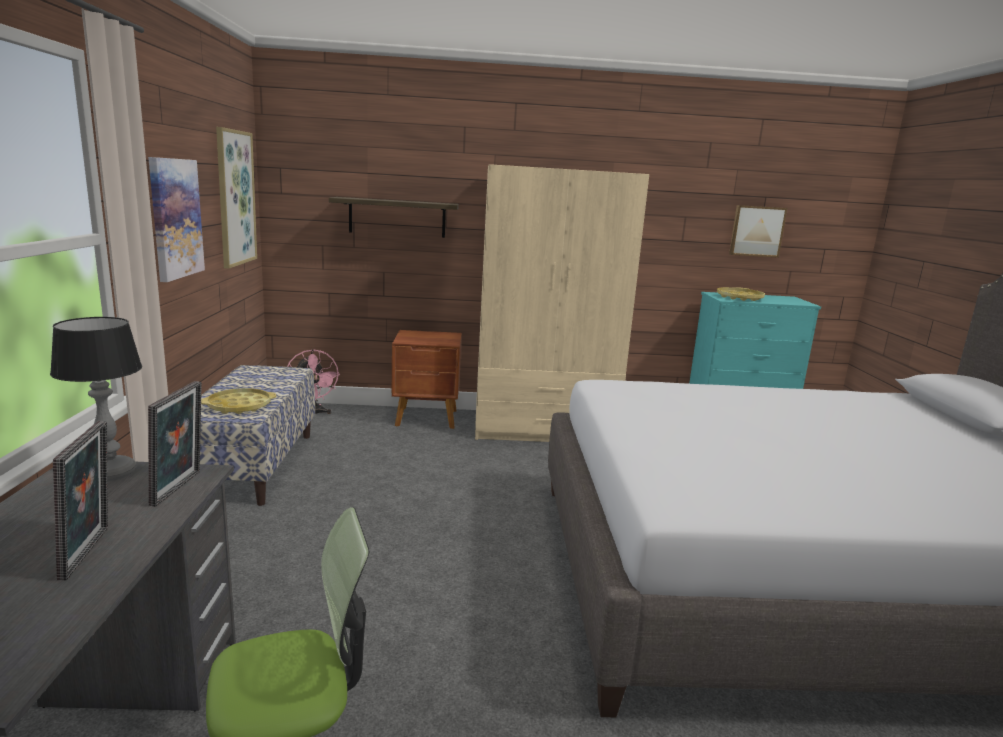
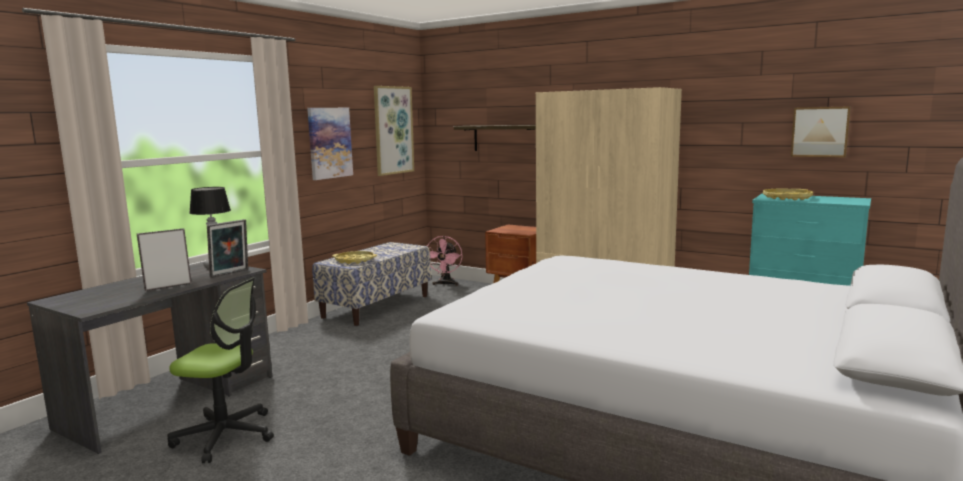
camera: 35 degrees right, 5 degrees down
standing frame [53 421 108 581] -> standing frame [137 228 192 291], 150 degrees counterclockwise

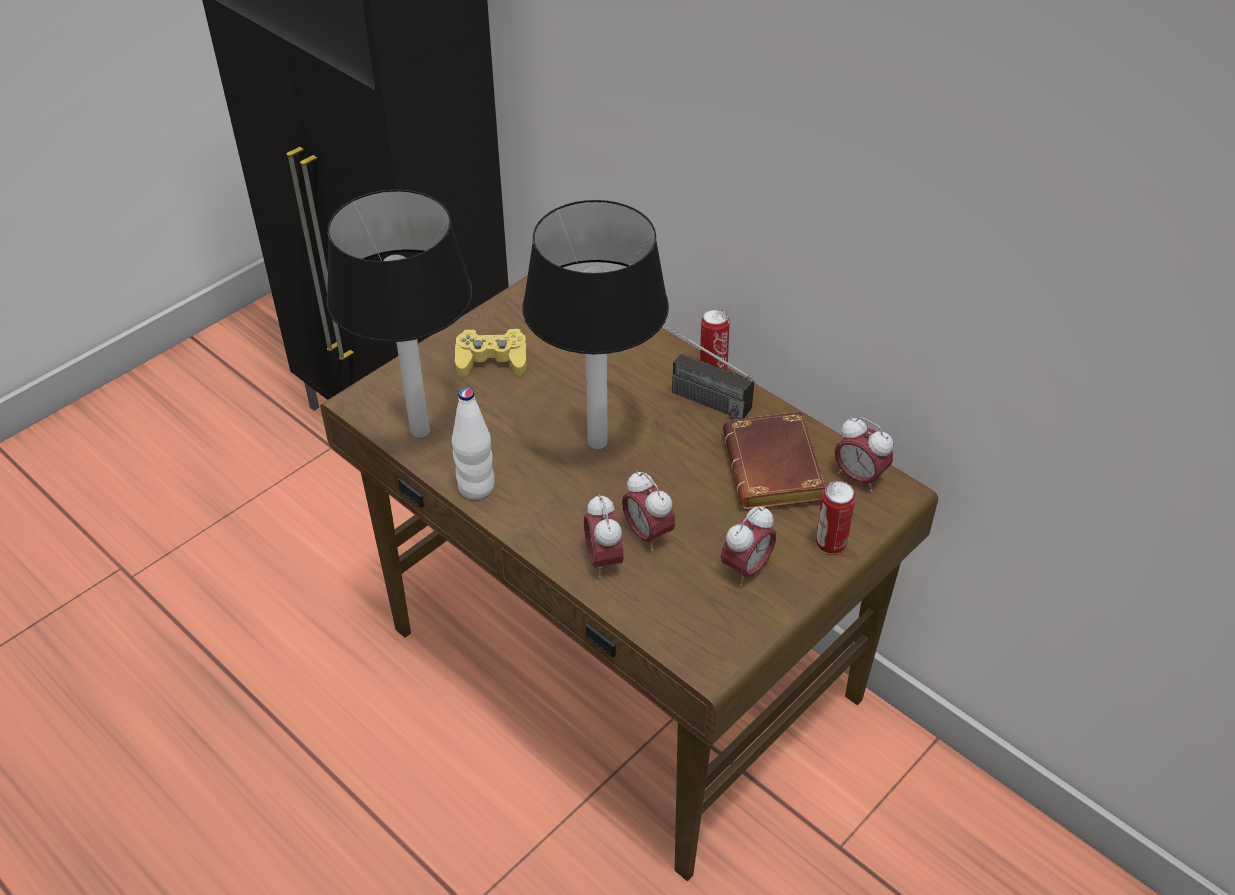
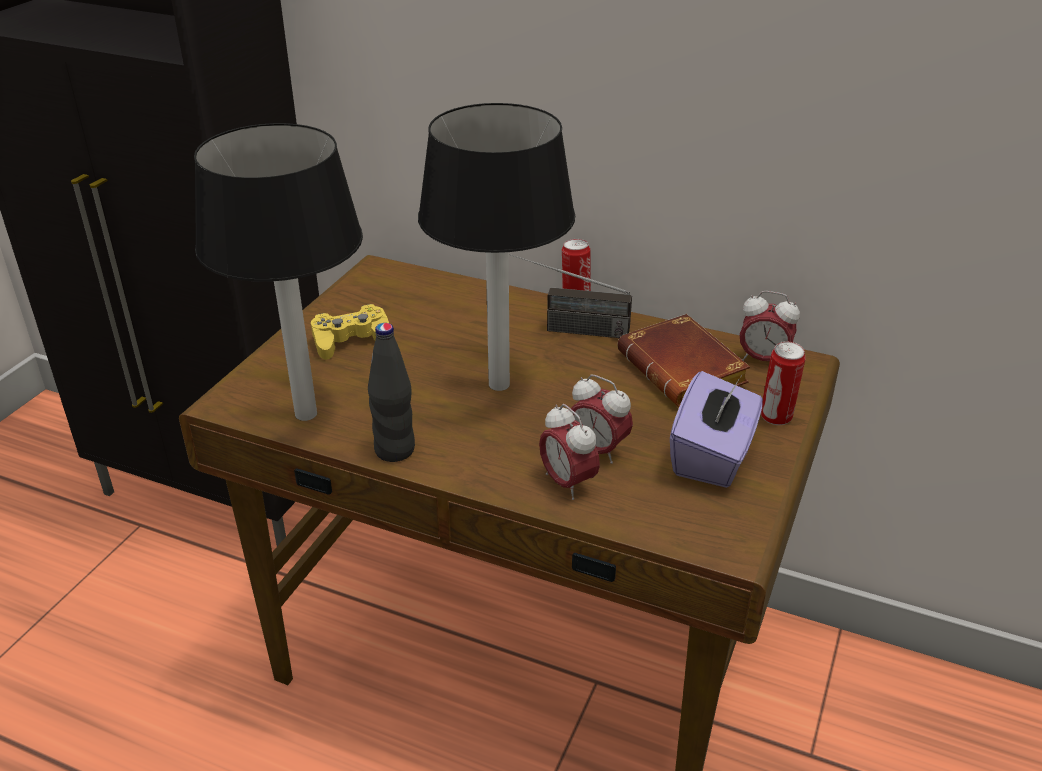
camera: 20 degrees left, 10 degrees down
whitish bottle [452 388 494 499] -> blackish bottle [368 323 415 462]
table clock [721 506 776 586] -> purple-coloured box of tissues [670 371 763 488]

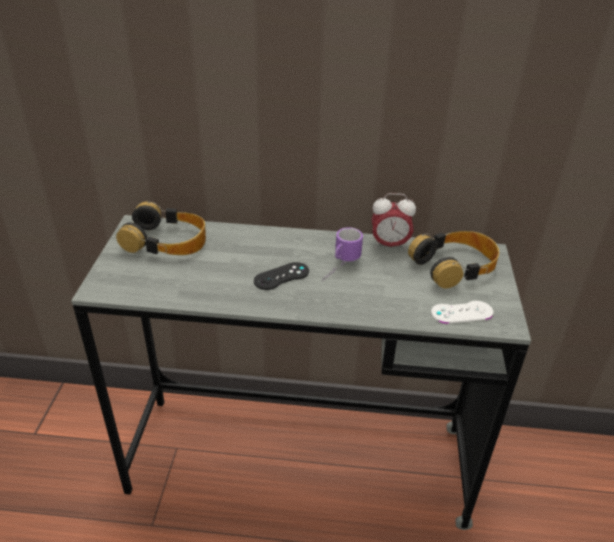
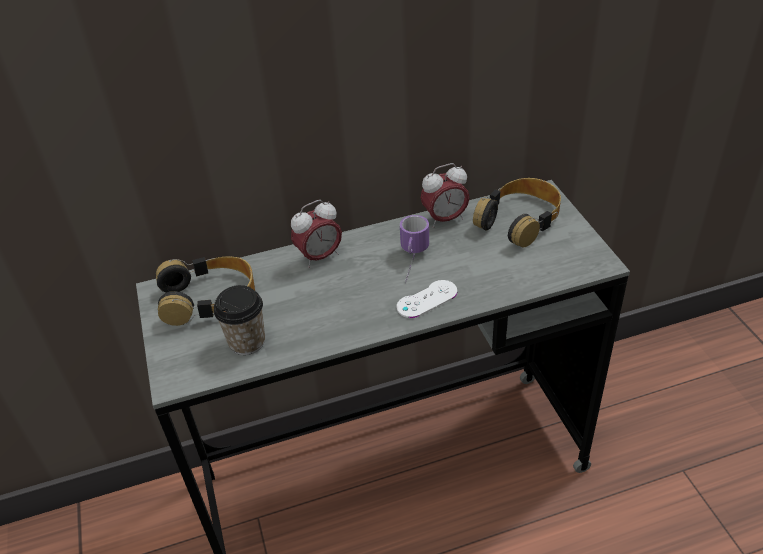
camera: 20 degrees left, 5 degrees up
blackish gamepad [254 262 309 290] -> none
whitish gamepad [431 301 493 324] -> whitish gamepad [397 280 457 318], move
none -> small cup [214 285 265 355]
none -> table clock [291 200 342 268]

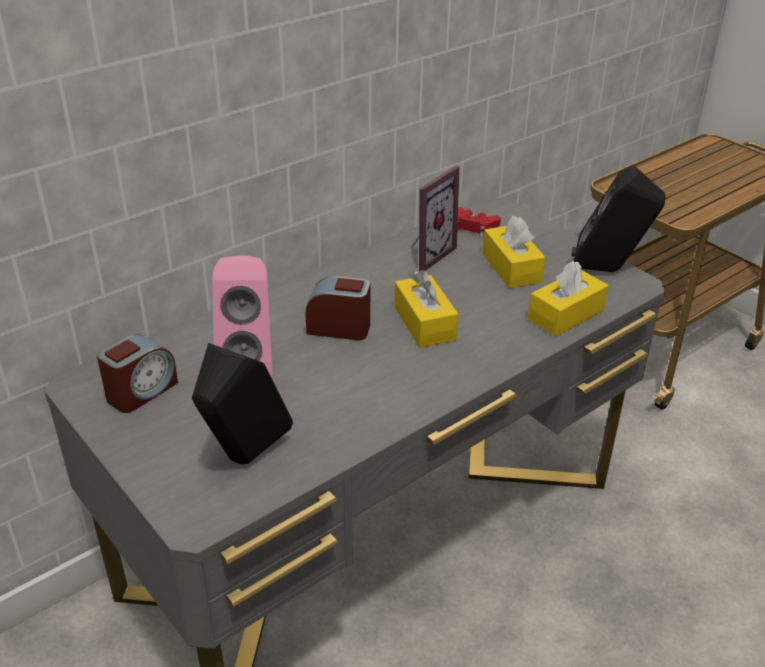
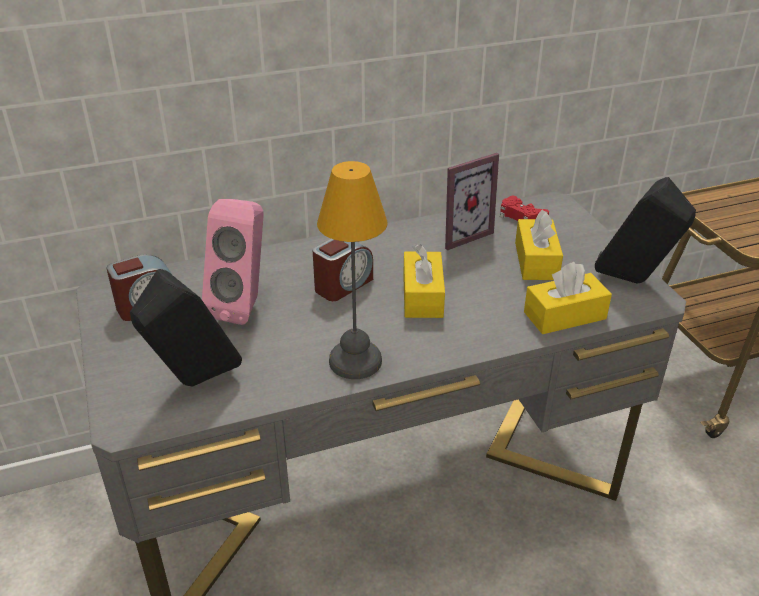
camera: 20 degrees right, 0 degrees up
table clock [305 276 370 340] -> table clock [313 239 373 301], 105 degrees clockwise
none -> lamp for a table [317 161 388 379]

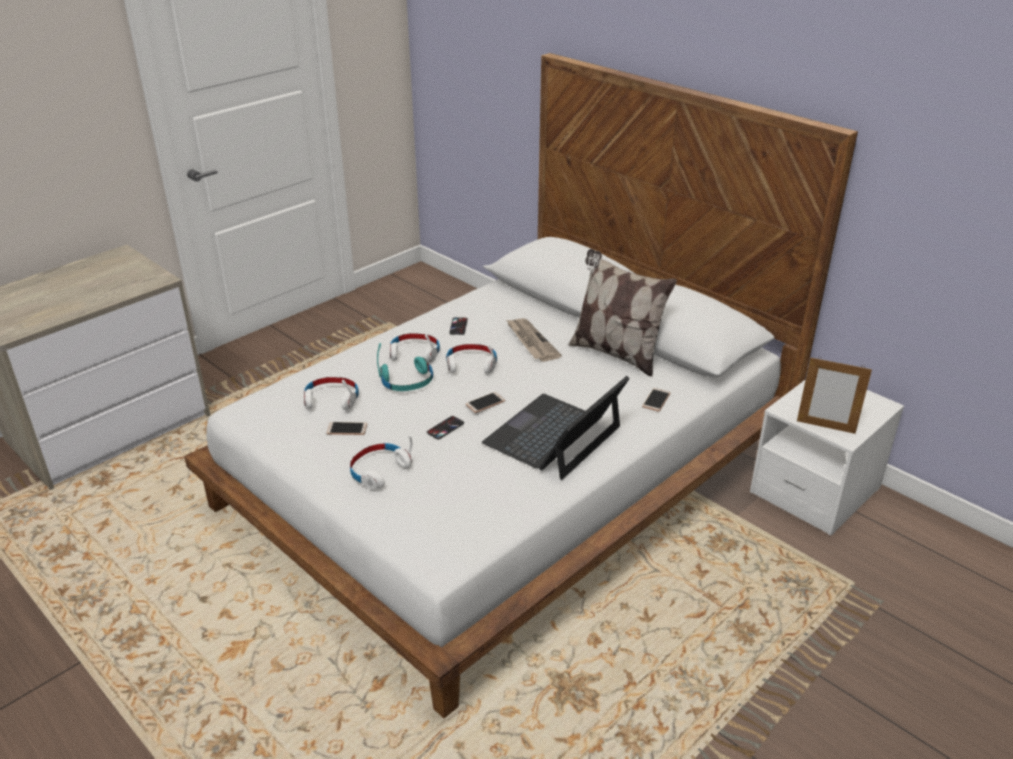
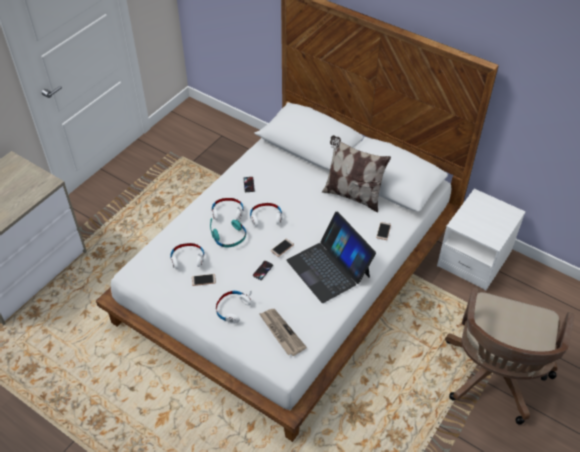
camera: 10 degrees left, 15 degrees up
notebook computer [482 376 630 480] -> notebook computer [287 212 376 303], 60 degrees counterclockwise
printed paper [506 318 562 362] -> printed paper [260 309 307 356], move
standing frame [797 357 872 434] -> none
none -> brown desk chair [445 287 574 424]

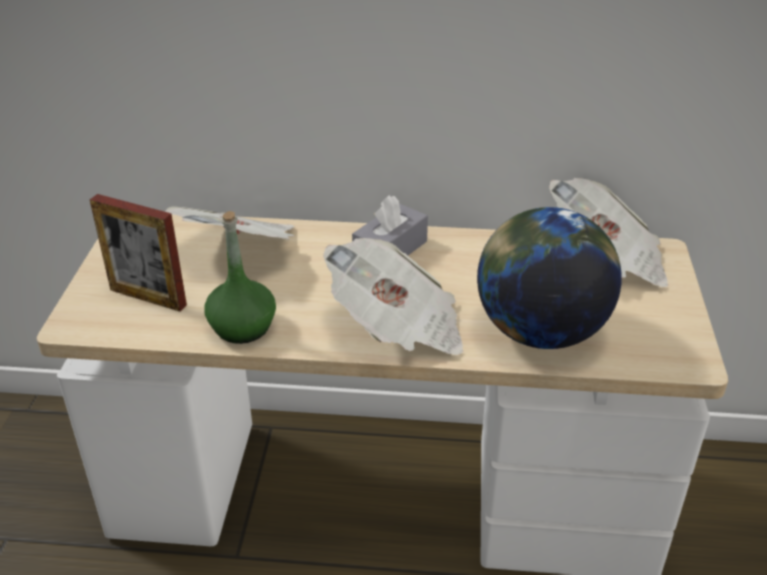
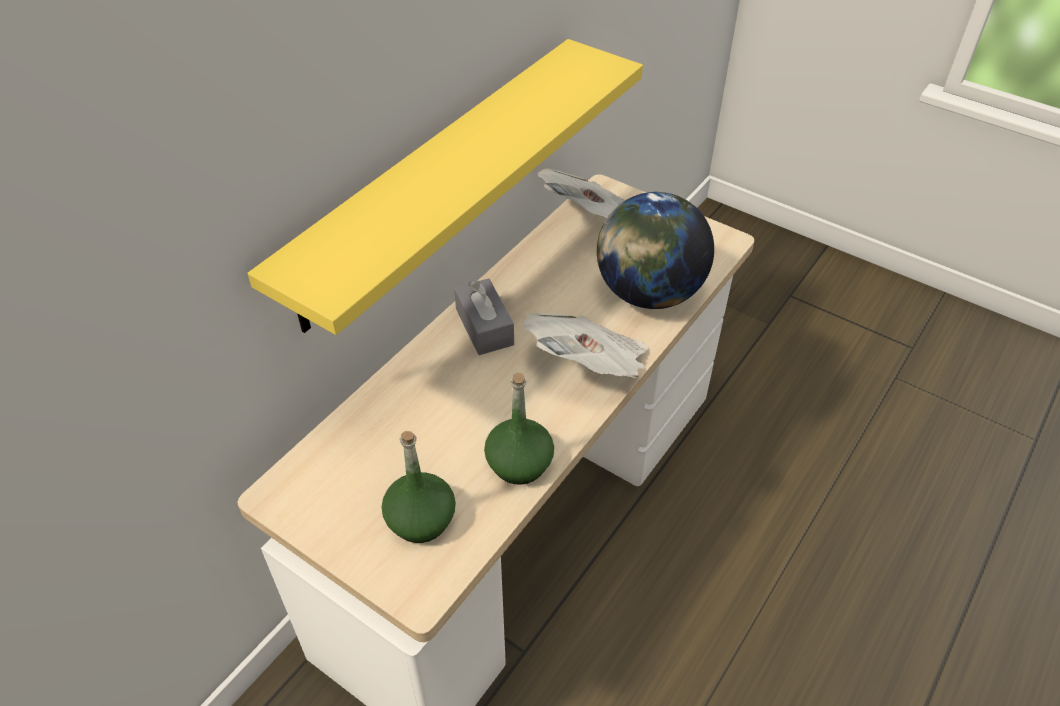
camera: 60 degrees left, 10 degrees up
standing frame [90 194 187 312] -> green-coloured bottle [382 431 456 543]
printed paper [165 207 294 240] -> none
none -> yellow-coloured shelf [247 39 643 335]

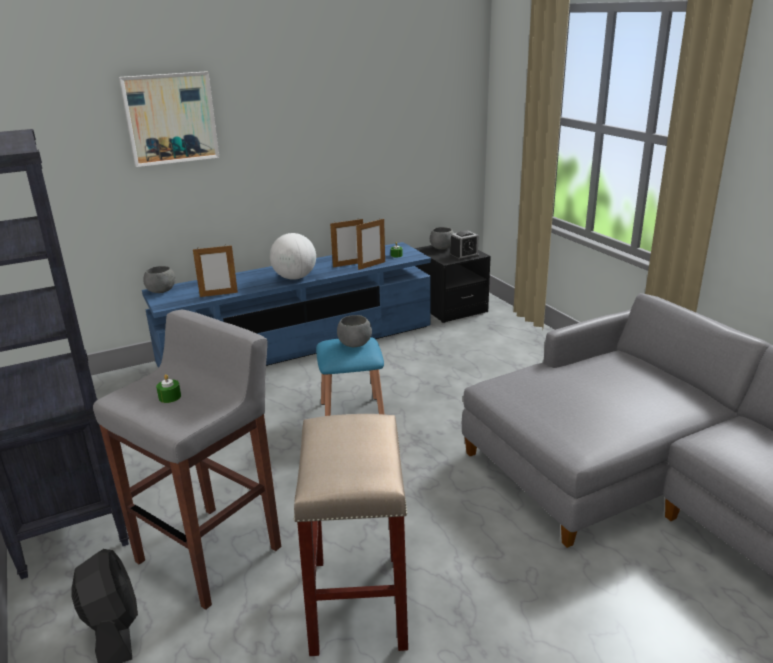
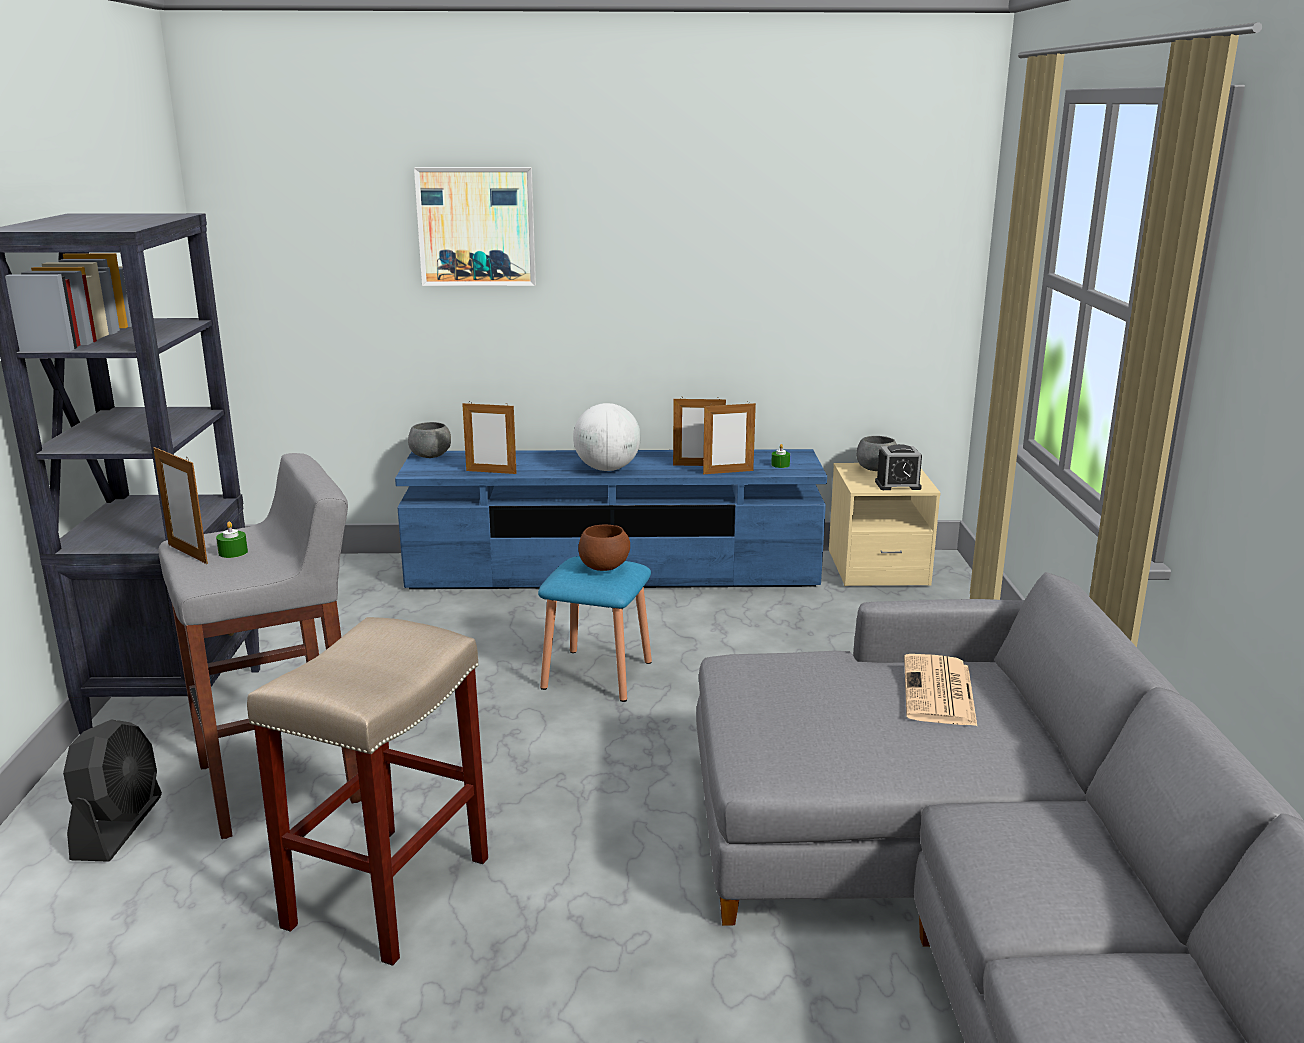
camera: 25 degrees right, 5 degrees down
grey deep dish [337 315 372 347] -> brown deep dish [578 525 630 571]
blackish night table [414 245 491 323] -> beige night table [829 463 941 586]
none -> standing frame [153 447 208 564]
none -> printed paper [904 654 977 726]

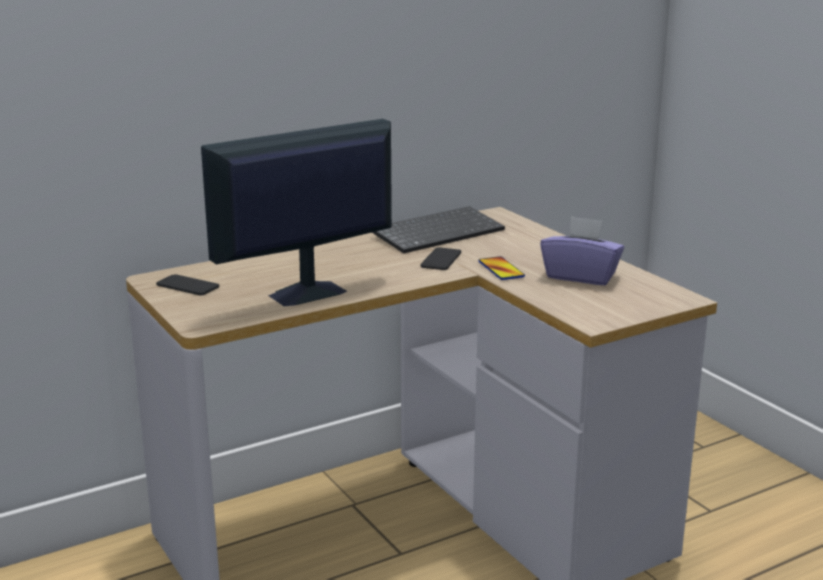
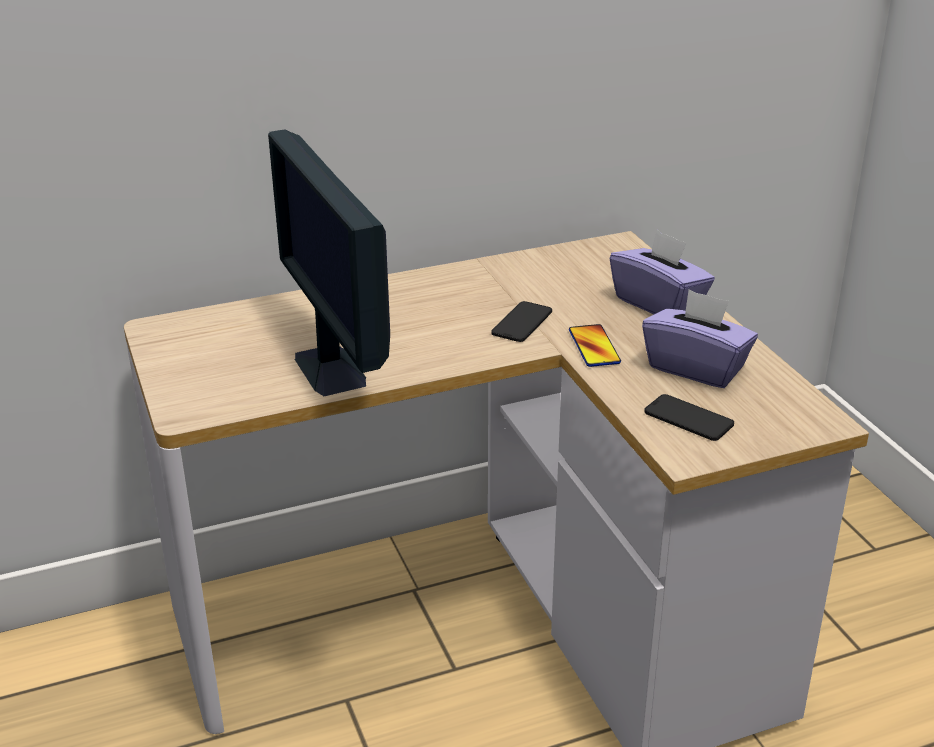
camera: 10 degrees right, 10 degrees up
phone [156 274 219 295] -> phone [644 394 734 441], move
computer display [201 119 392 306] -> computer display [268 129 390 396], 90 degrees counterclockwise
PC keyboard [372 206 505 253] -> none
none -> purple-coloured box of tissues [610 230 715 314]

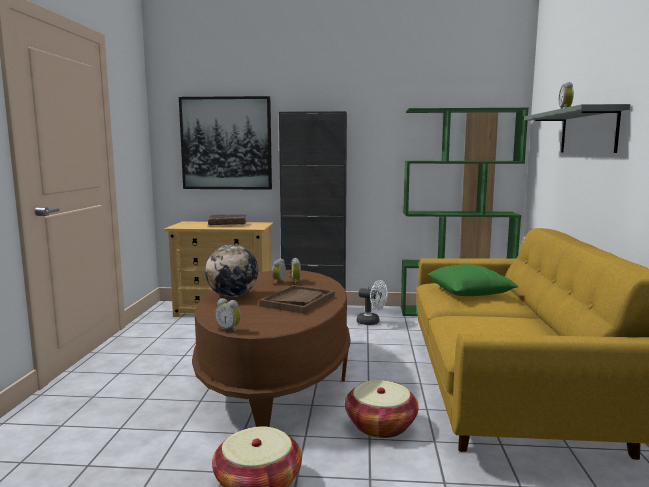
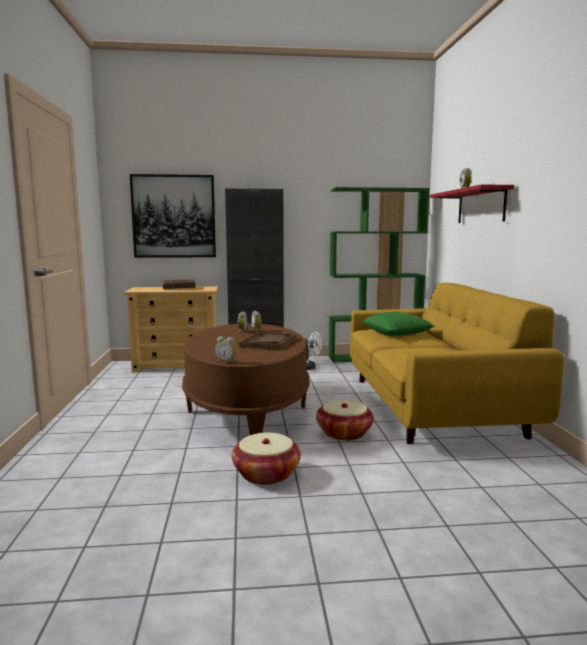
camera: 10 degrees left, 0 degrees up
desk globe [205 245 258 297] -> none
grey shelf [524 104 630 153] -> red shelf [430 184 514 223]

